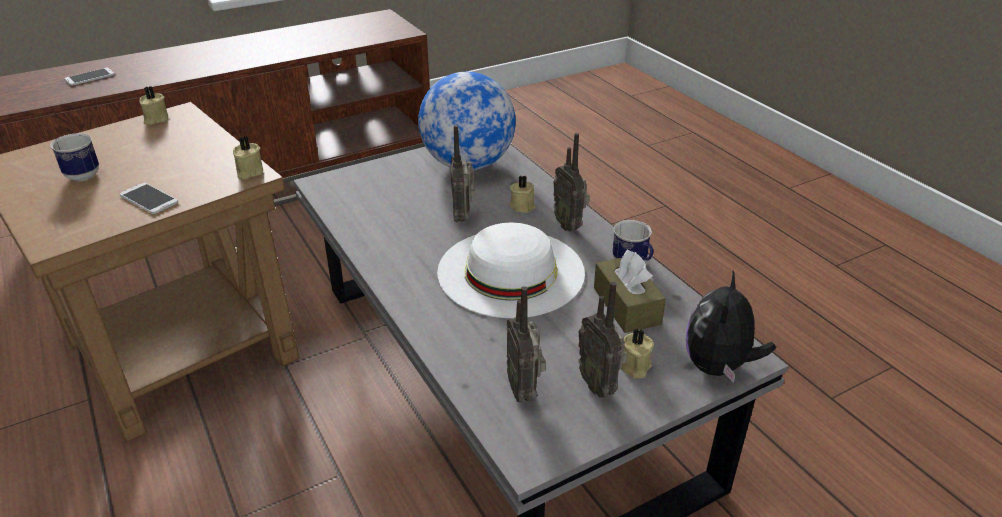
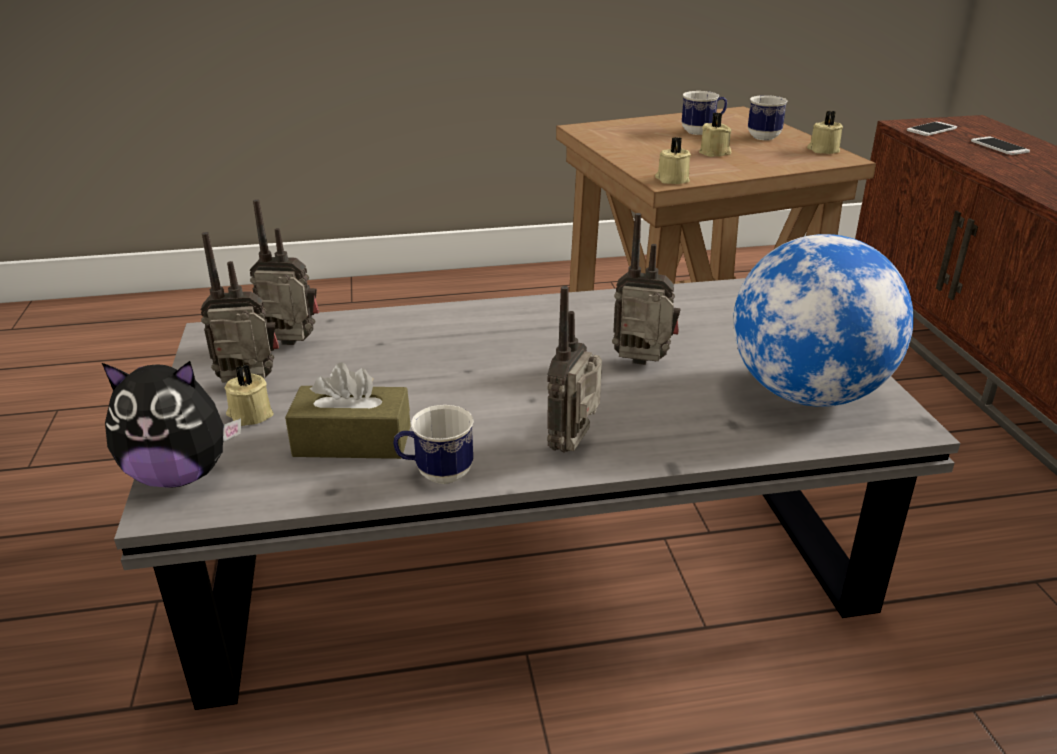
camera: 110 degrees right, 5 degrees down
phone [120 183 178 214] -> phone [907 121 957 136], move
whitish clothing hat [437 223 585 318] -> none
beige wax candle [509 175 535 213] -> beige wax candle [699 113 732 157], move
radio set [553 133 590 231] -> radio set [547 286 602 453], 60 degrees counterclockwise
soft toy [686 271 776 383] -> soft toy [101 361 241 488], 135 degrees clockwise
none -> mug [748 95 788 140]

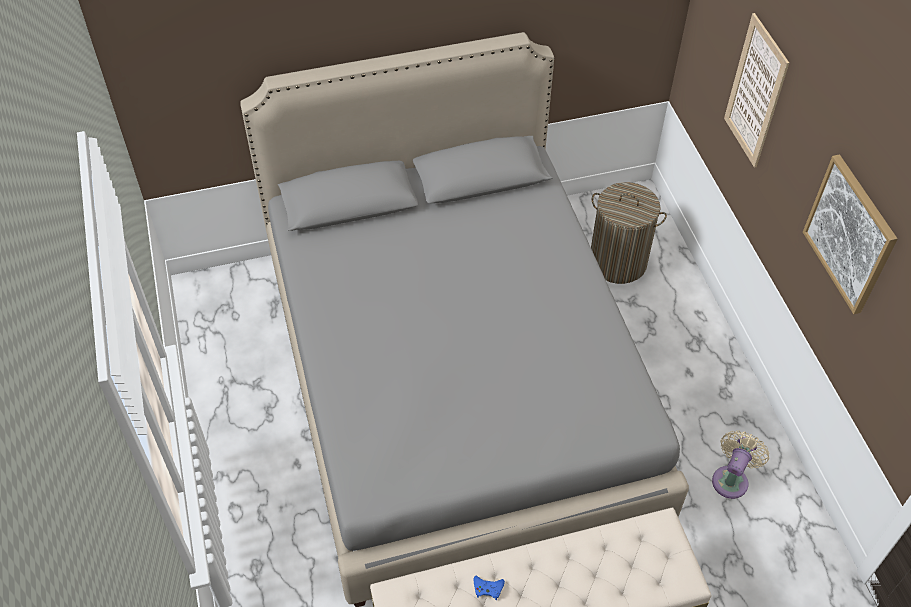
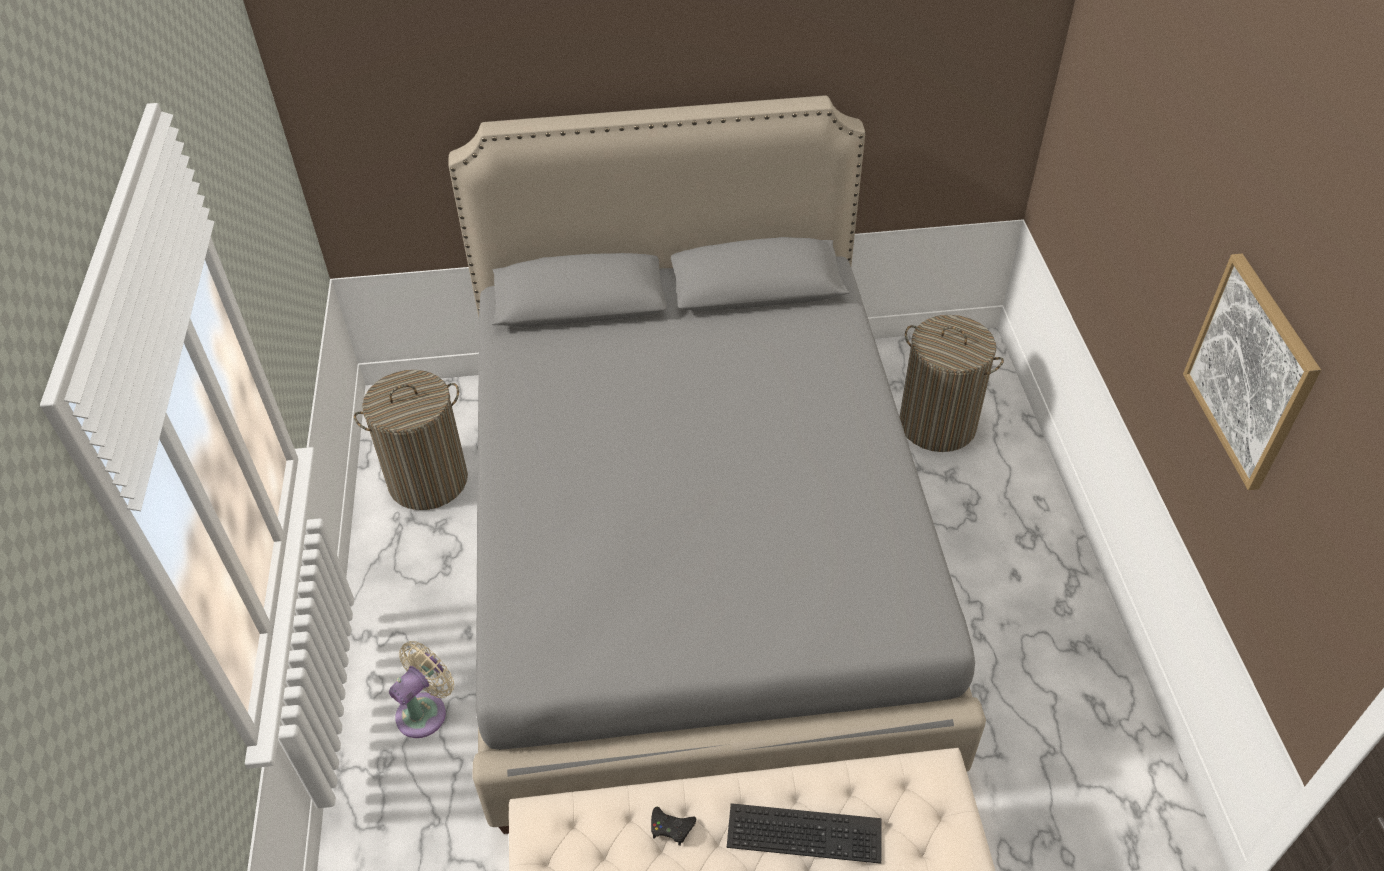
camera: 10 degrees right, 5 degrees down
blue gamepad [474 576 505 600] -> blackish gamepad [651 806 696 846]
beige fan [712 430 769 499] -> beige fan [389 641 454 738], move
wall picture [724 13 789 168] -> none
none -> washing basket [354 370 468 510]
none -> PC keyboard [727 803 882 864]

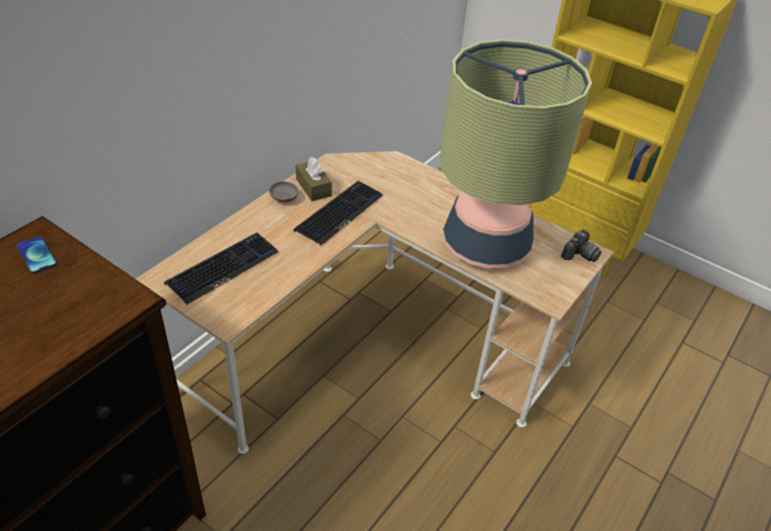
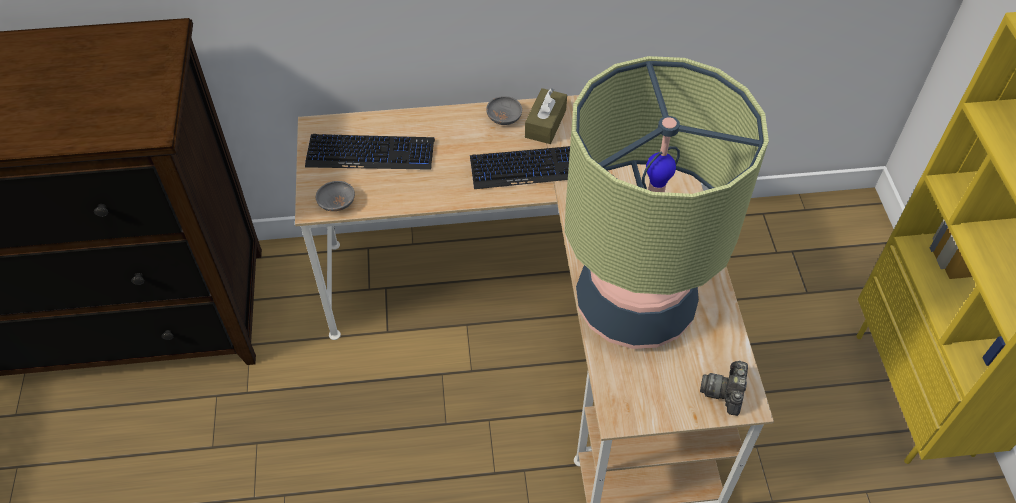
camera: 50 degrees right, 10 degrees up
phone [16 236 57 274] -> none
still camera [561 229 602 262] -> still camera [700 360 748 416], 105 degrees clockwise
none -> grey deep dish [316 181 355 211]

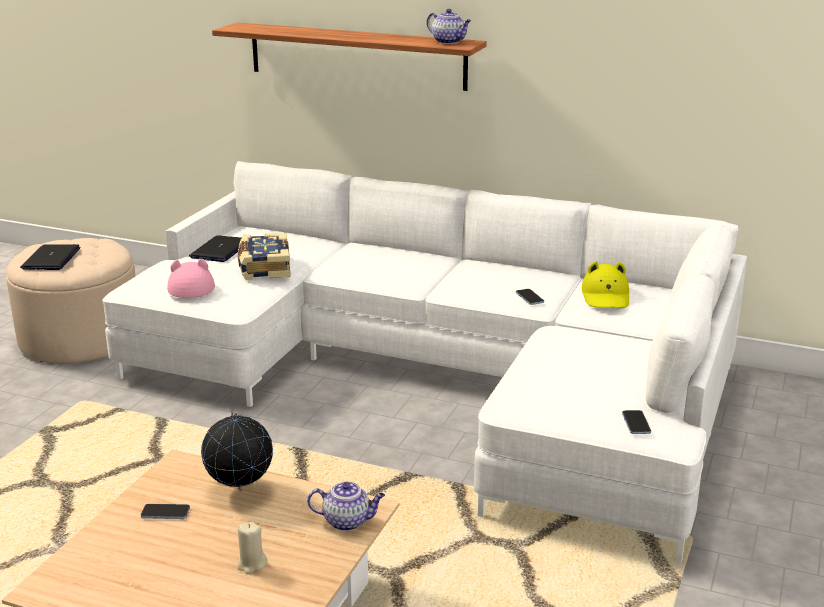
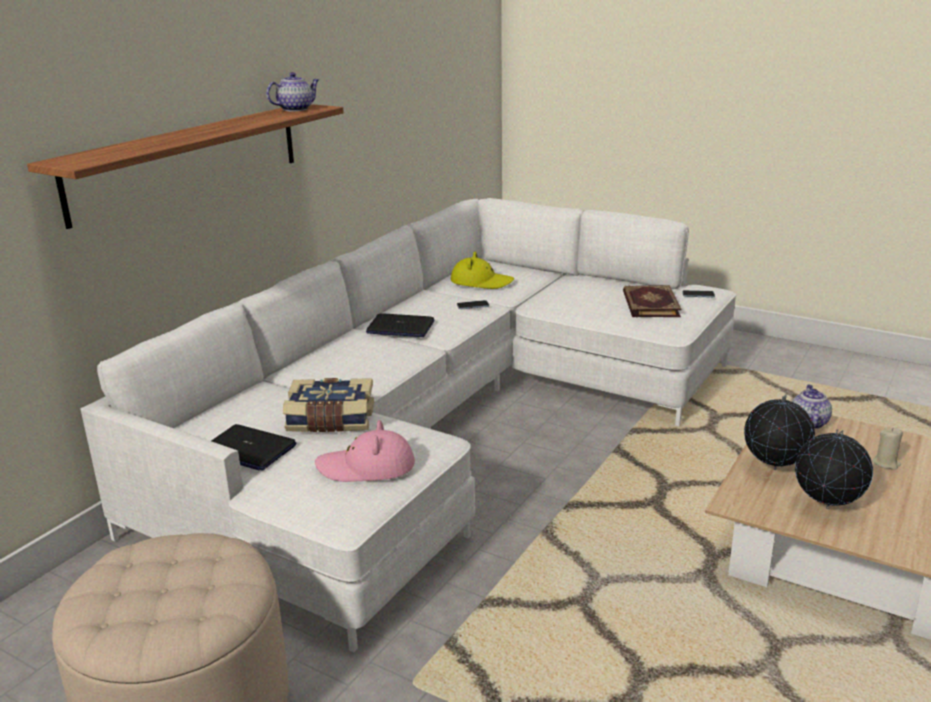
camera: 80 degrees left, 0 degrees up
notebook computer [20 244 80 270] -> notebook computer [366 313 434 337], move
phone [141 504 190 519] -> desk globe [795 429 873 509]
none -> book [623 285 681 317]

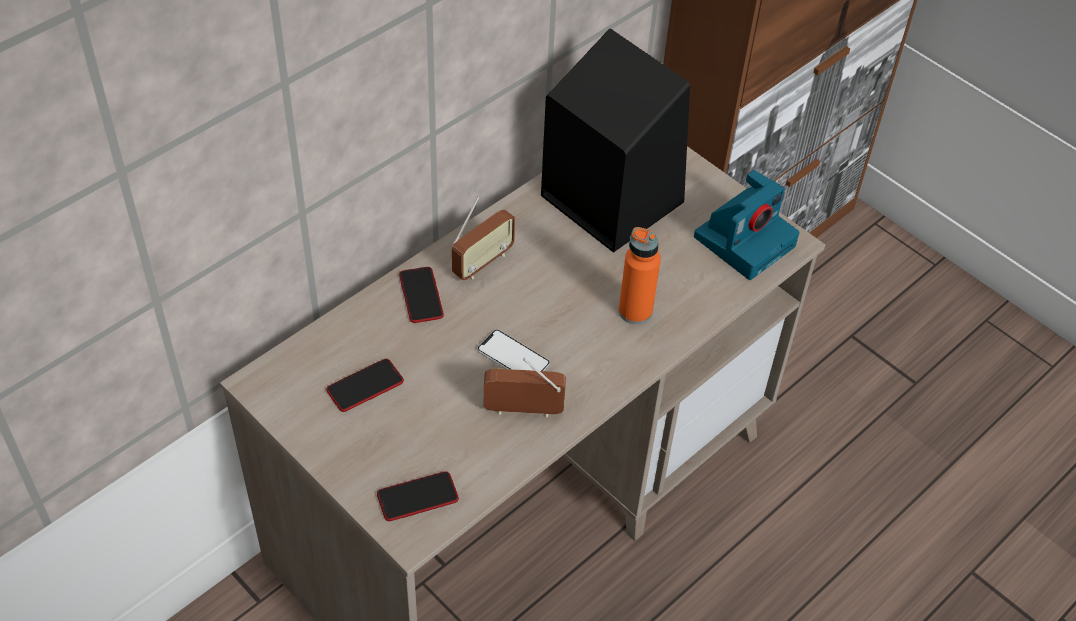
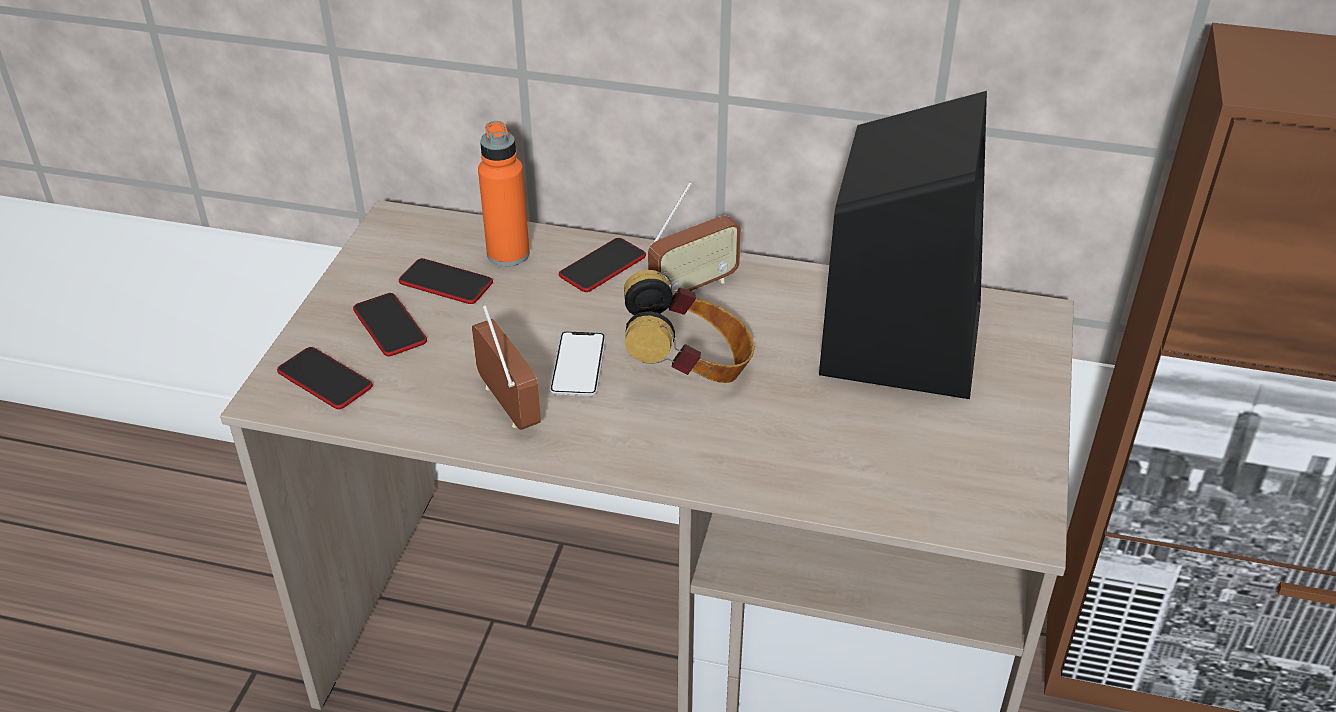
camera: 60 degrees right, 10 degrees down
radio set [452 196 515 280] -> radio set [648 182 741 296], 45 degrees counterclockwise
orangey bottle [619 227 661 324] -> orangey bottle [478 121 530 266], move
still camera [694 170 799 280] -> none
none -> phone [353 293 427 356]
none -> pair of headphones [624 270 754 383]

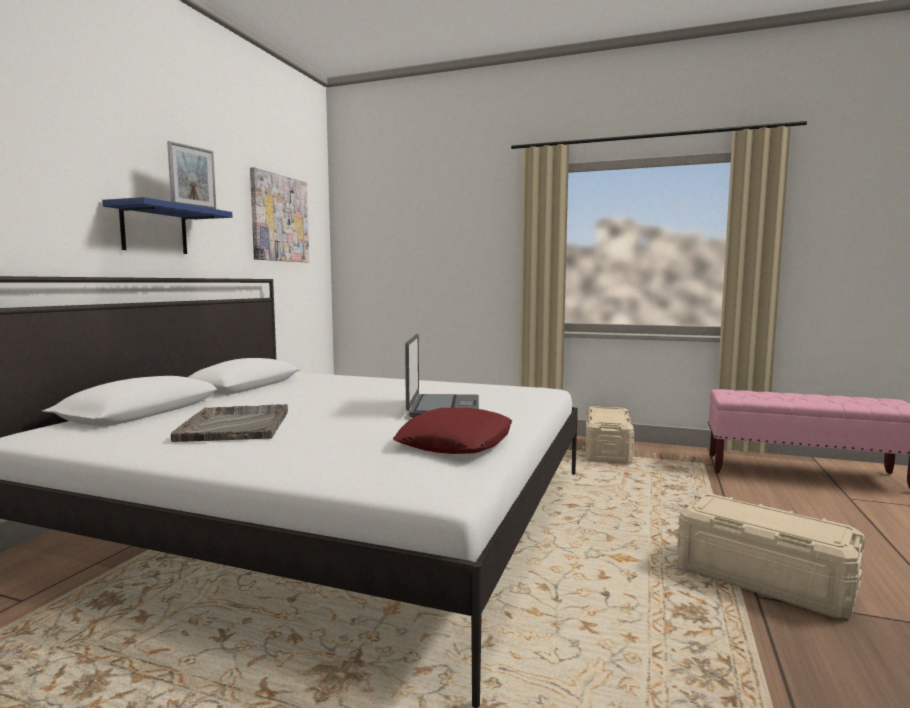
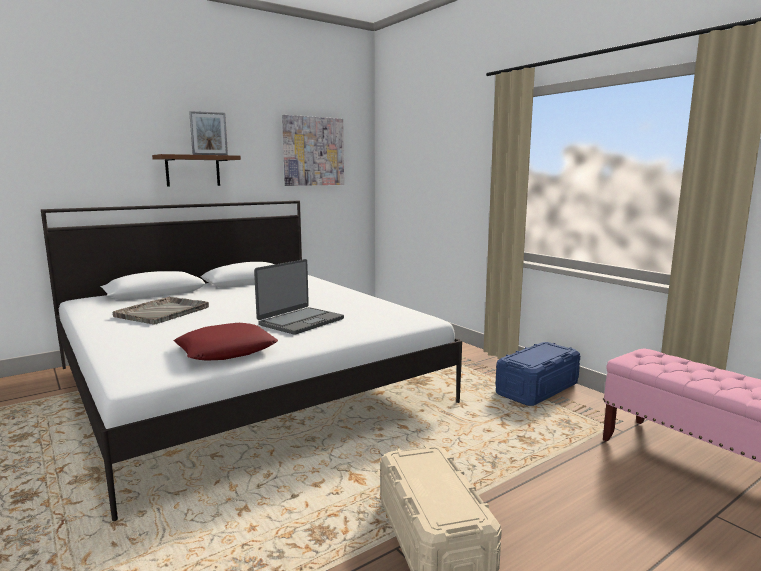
camera: 35 degrees right, 5 degrees up
blue shelf [102 197 232 254] -> brown shelf [152 154 241 187]
beige storage bin [585 406 634 463] -> blue storage bin [495 342 580 406]

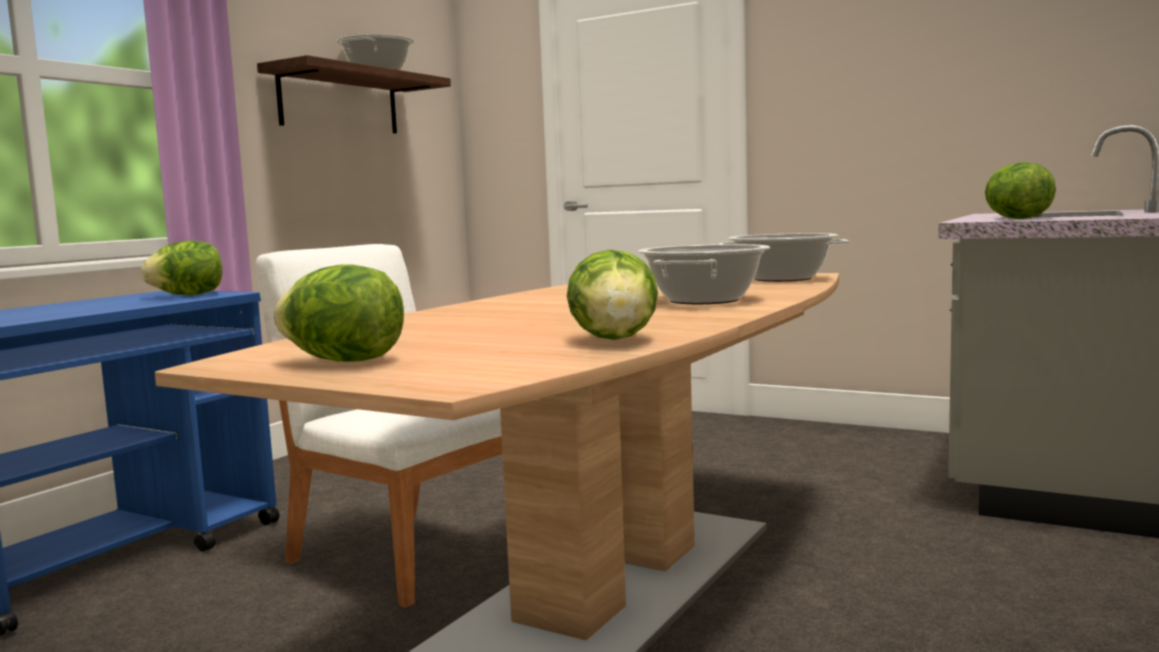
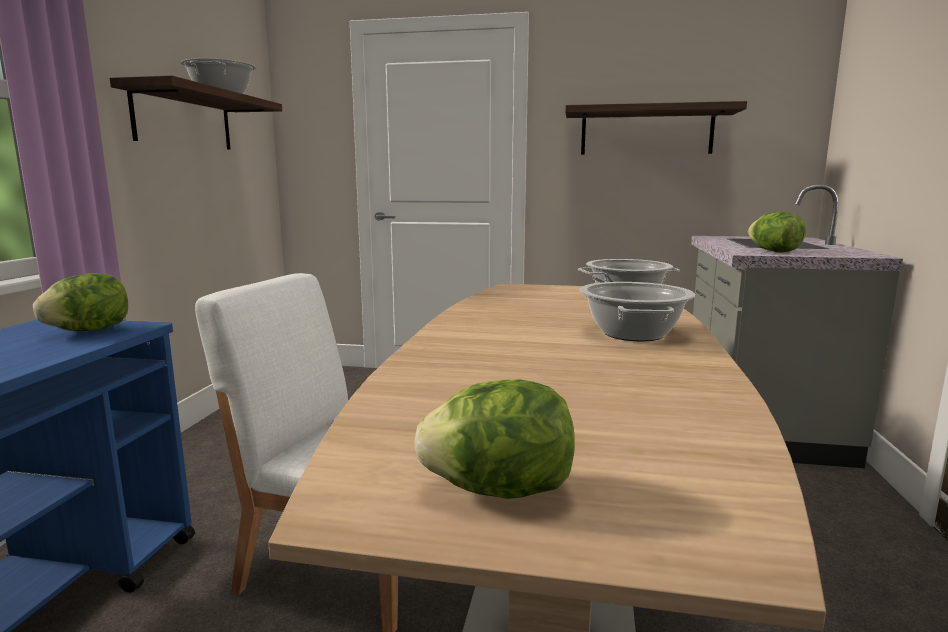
camera: 20 degrees left, 5 degrees up
head of lettuce [567 249 658 340] -> none
none -> shelf [565 101 747 155]

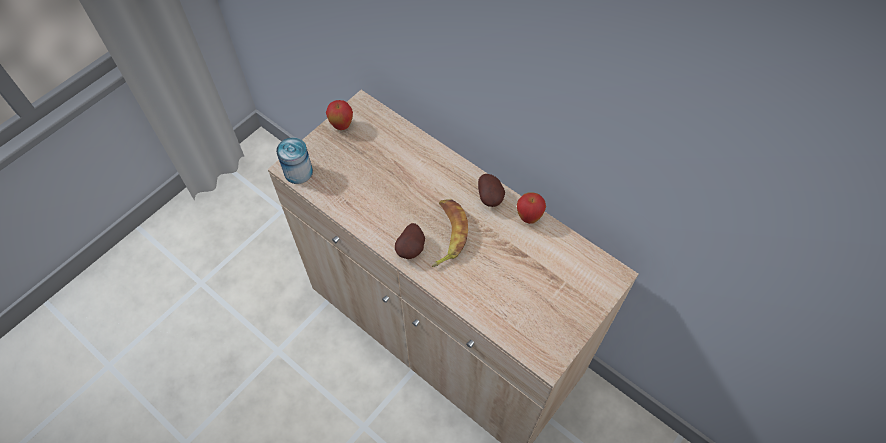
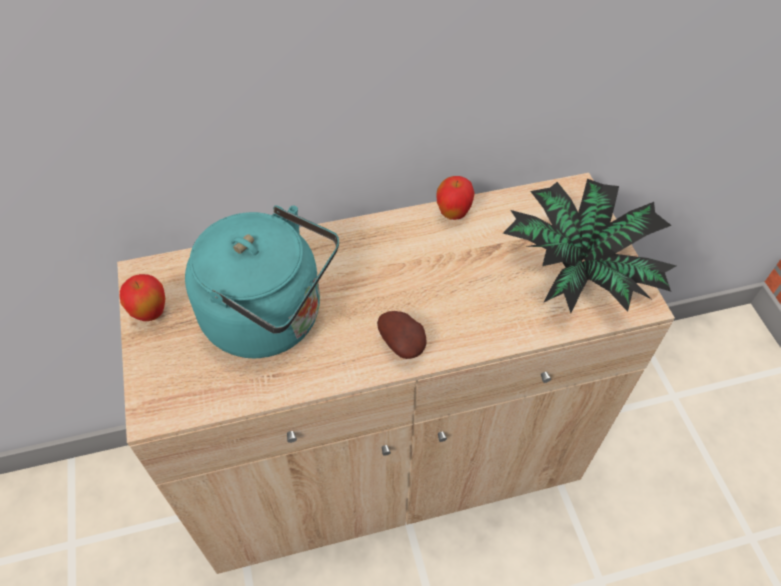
camera: 55 degrees left, 5 degrees down
metal can [276 137 313 184] -> none
banana [432 199 468 267] -> none
spud [478 174 505 207] -> none
none -> blue-green water kettle [185 205 339 358]
none -> potted plant [503 179 676 313]

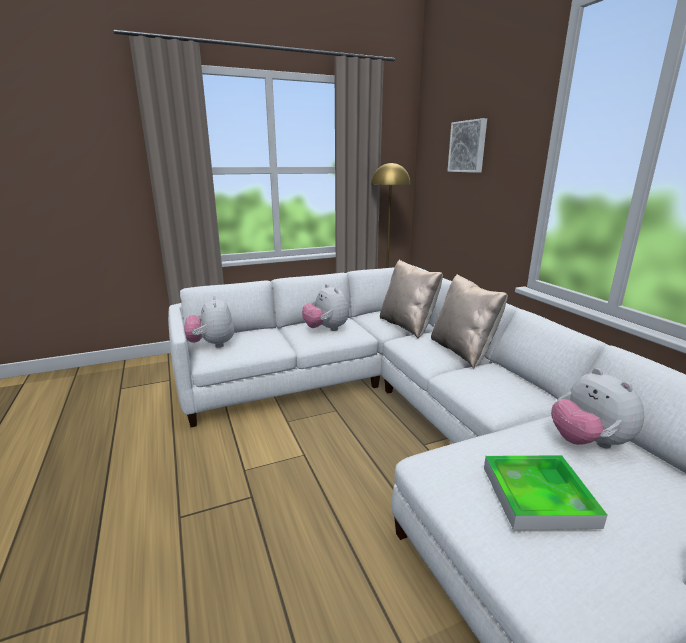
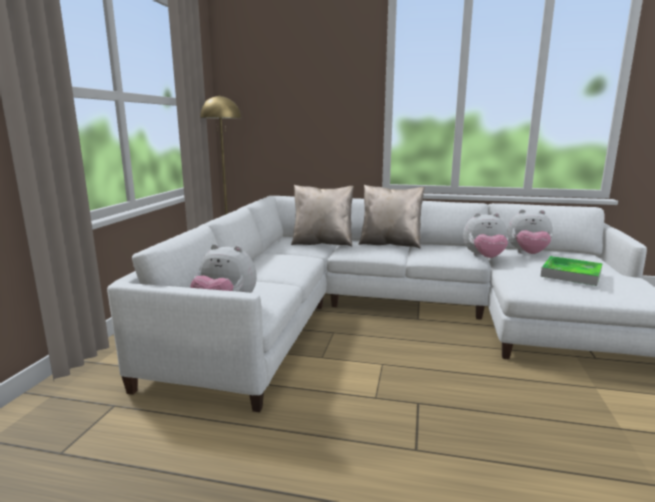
camera: 55 degrees left, 5 degrees down
soft toy [302 284 349 331] -> soft toy [463 213 508 258], move
wall picture [447 118 487 173] -> none

